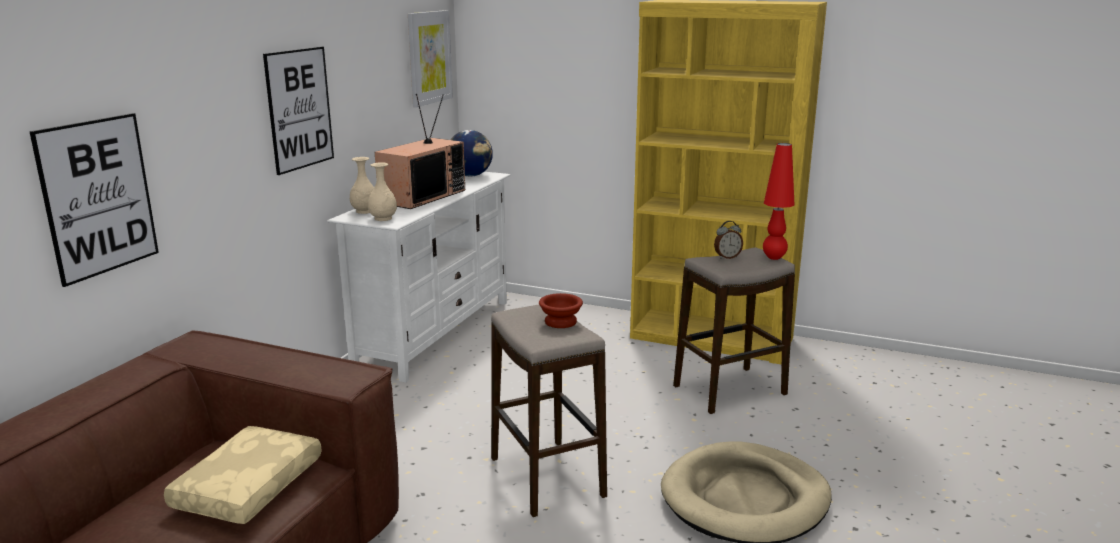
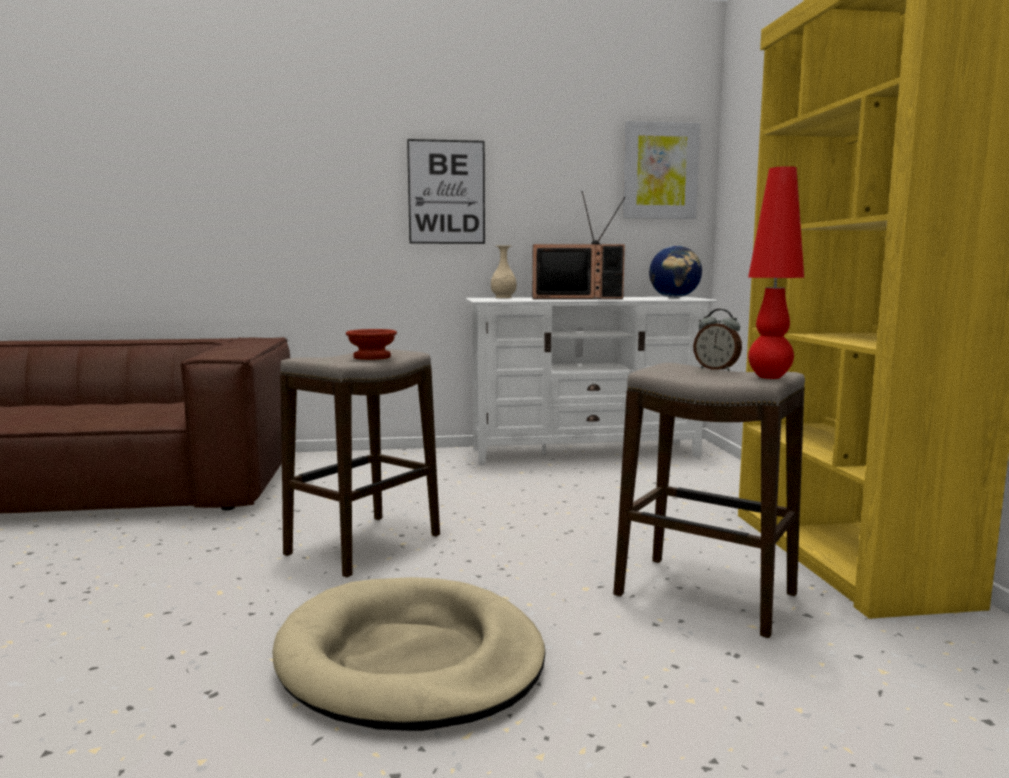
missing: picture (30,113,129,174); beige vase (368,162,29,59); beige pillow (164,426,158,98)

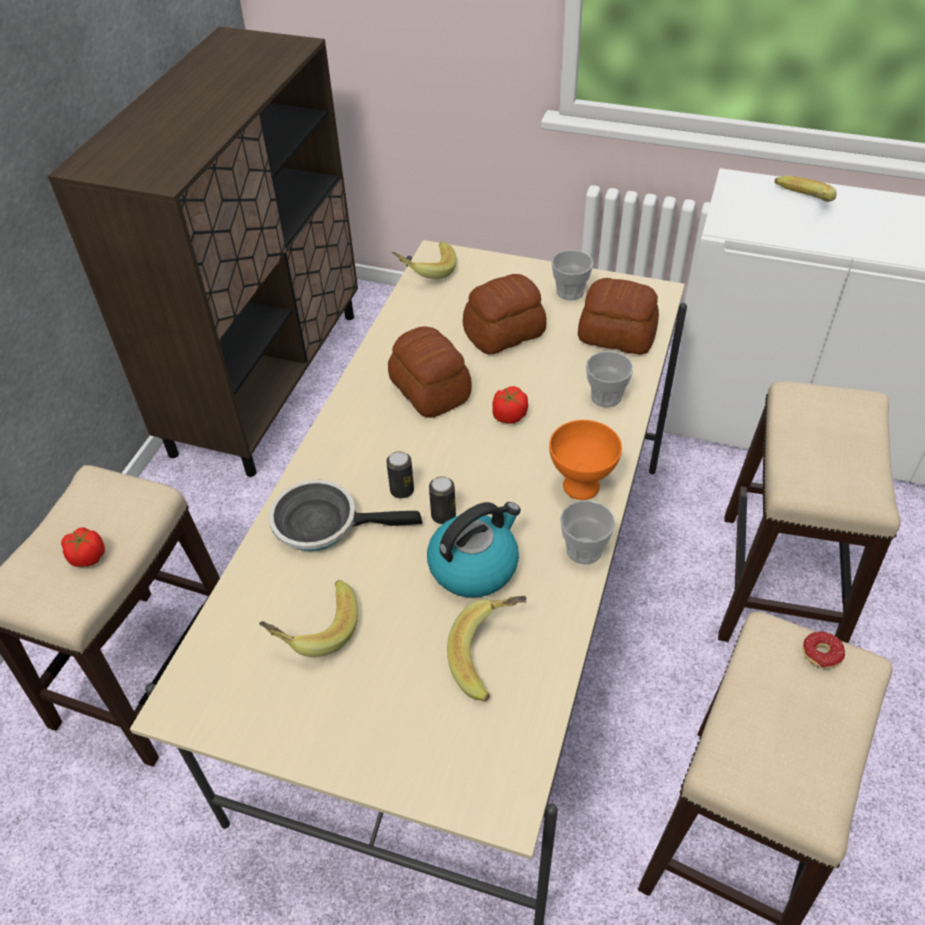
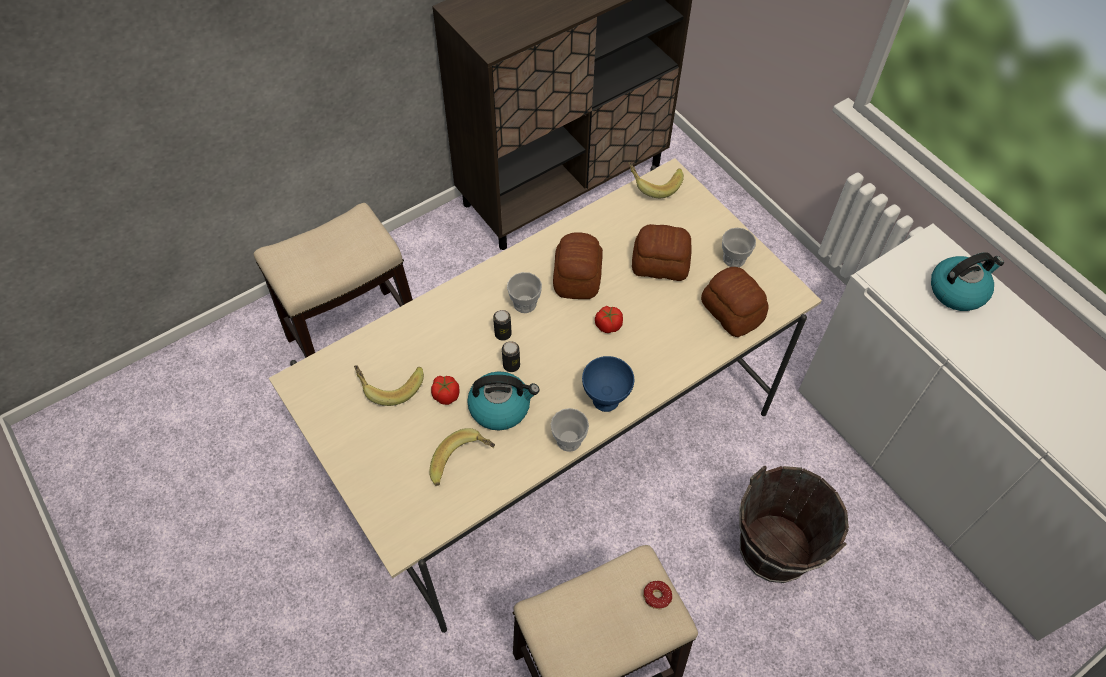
missing: frying pan (269,480,153,71)
relocated: cup (586,351,47,56) to (507,272,35,41); tomato (61,527,44,40) to (431,376,29,29)
exchanged: banana (775,176,61,26) to kettle (931,252,73,59); stool (718,381,183,262) to brown bucket (739,465,110,118)
colour: orange bowl (549,420,73,80) to blue bowl (582,356,52,56)

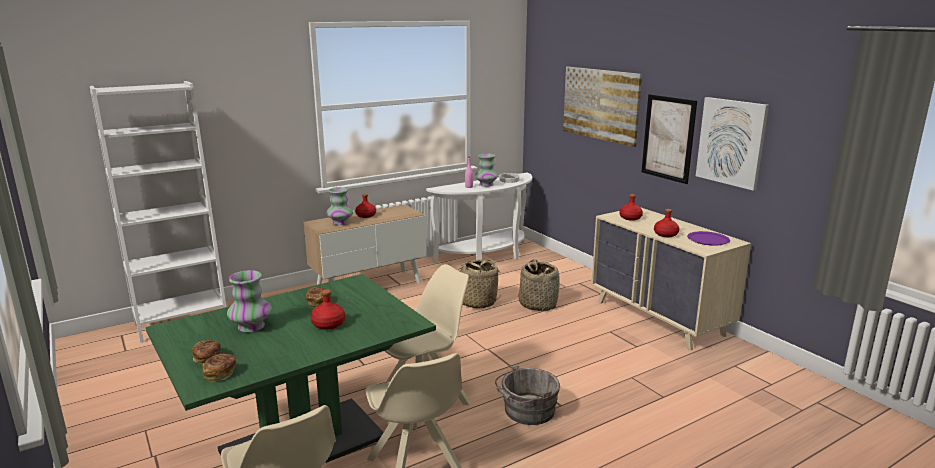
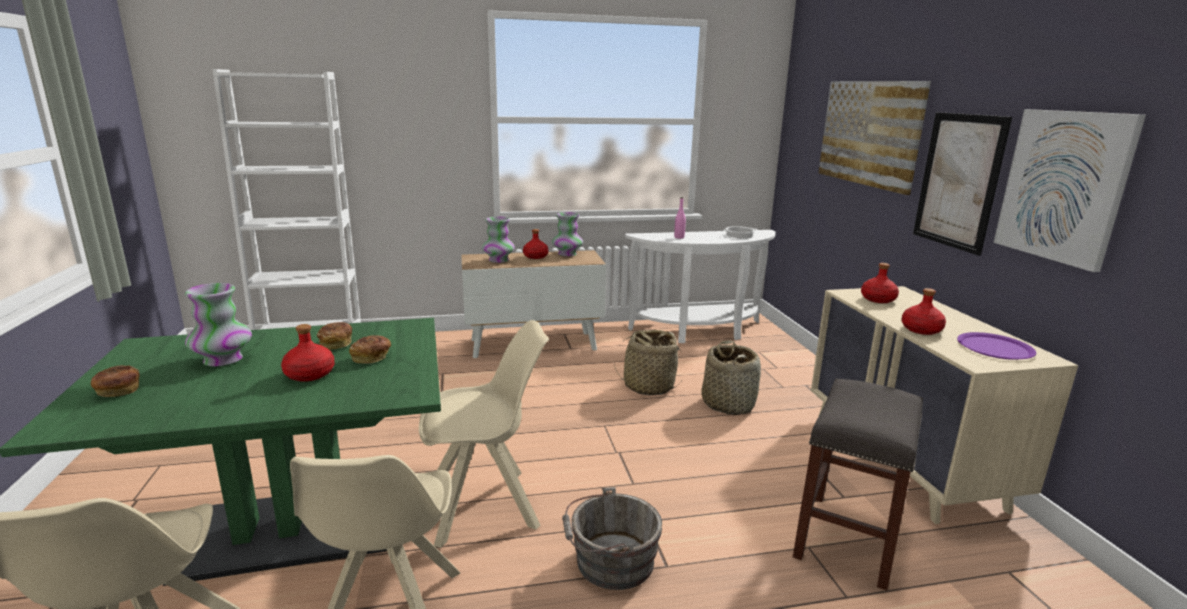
appeared: grey stool (793,379,130,211)
relocated: vase (475,153,23,34) to (552,212,31,44); bread (202,353,34,28) to (349,335,42,28)

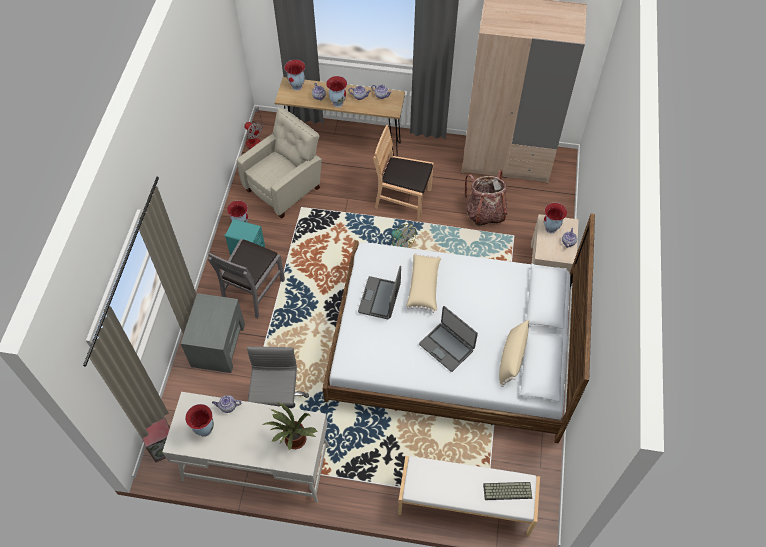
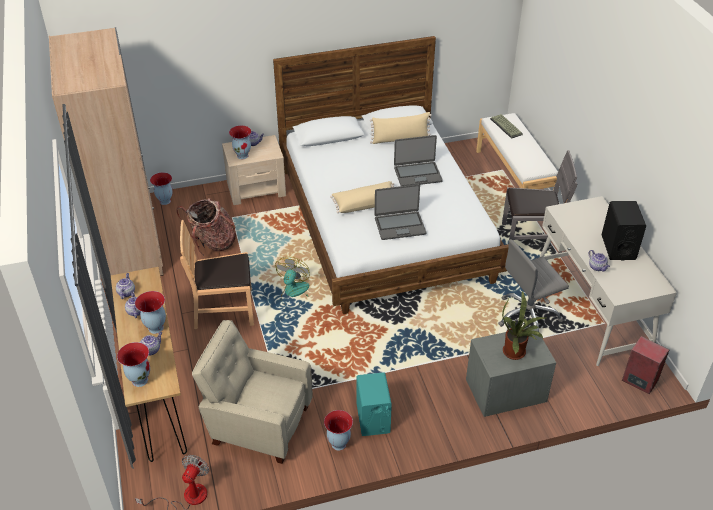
appeared: black speaker (601,201,45,59)
relocated: grey chair (208,239,77,79) to (502,150,75,103); potted plant (262,402,56,48) to (502,291,44,69); vase (185,404,29,33) to (150,172,23,33)
spun: brown chair (373,124,61,97) = (180,220,74,109) 90 degrees clockwise; laptop (419,306,59,66) = (394,135,49,51) 60 degrees clockwise

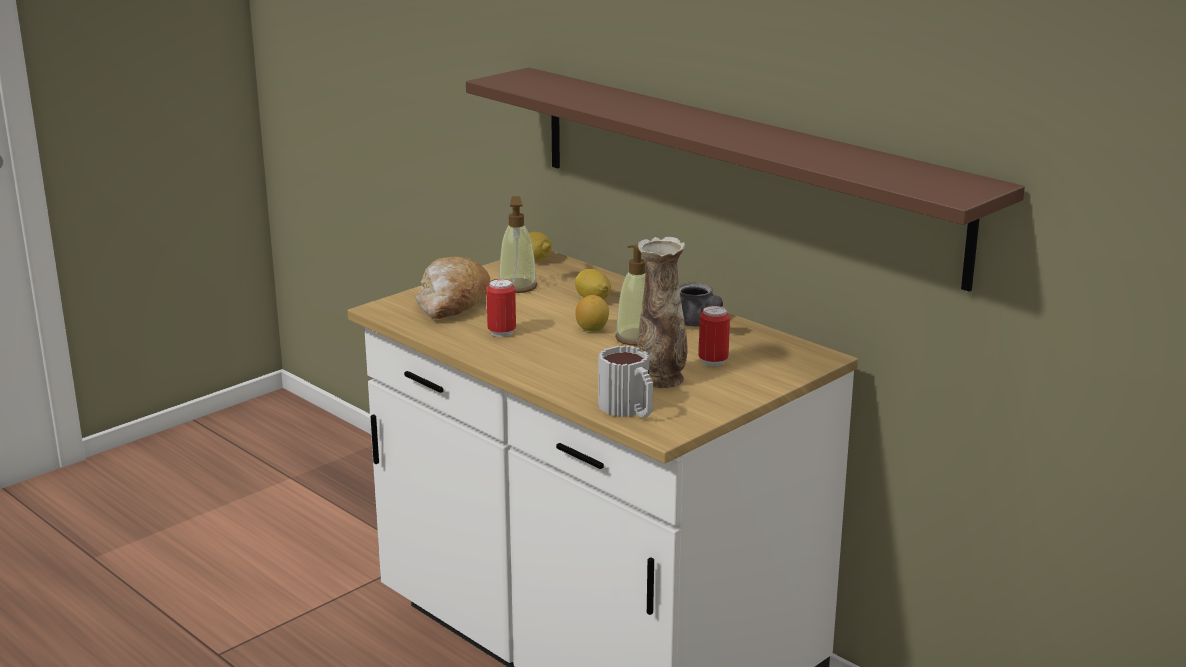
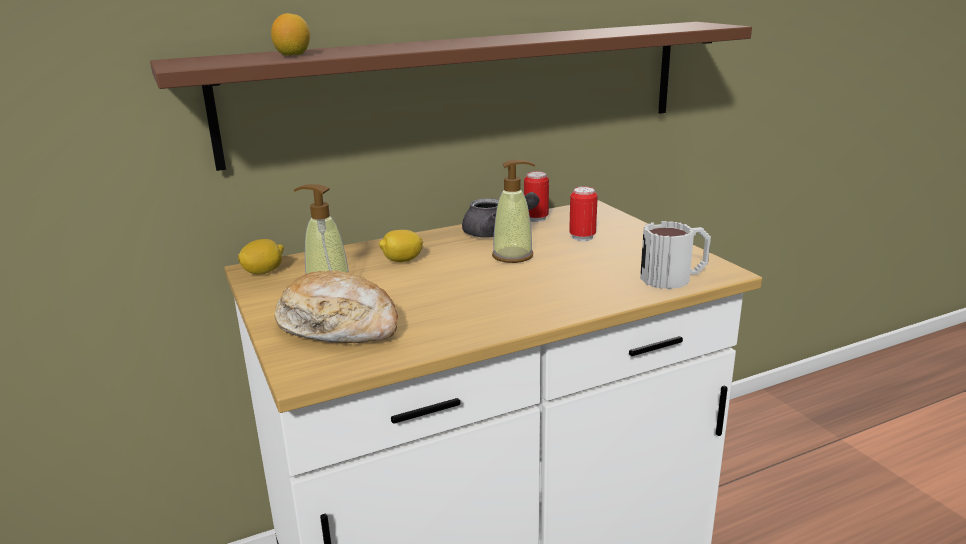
missing: vase (637,237,50,151)
relocated: can (486,279,30,58) to (524,171,25,51); lemon (575,295,34,37) to (271,13,39,43)

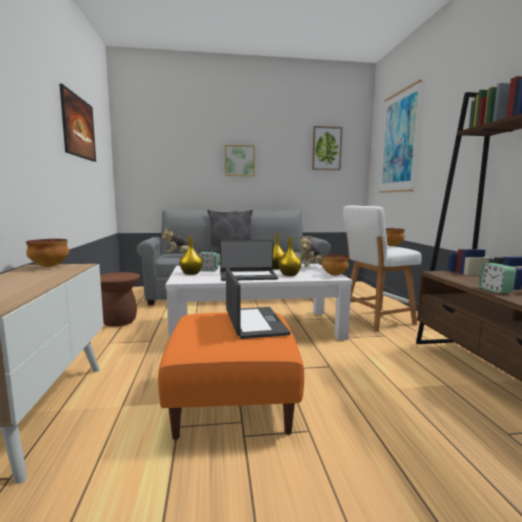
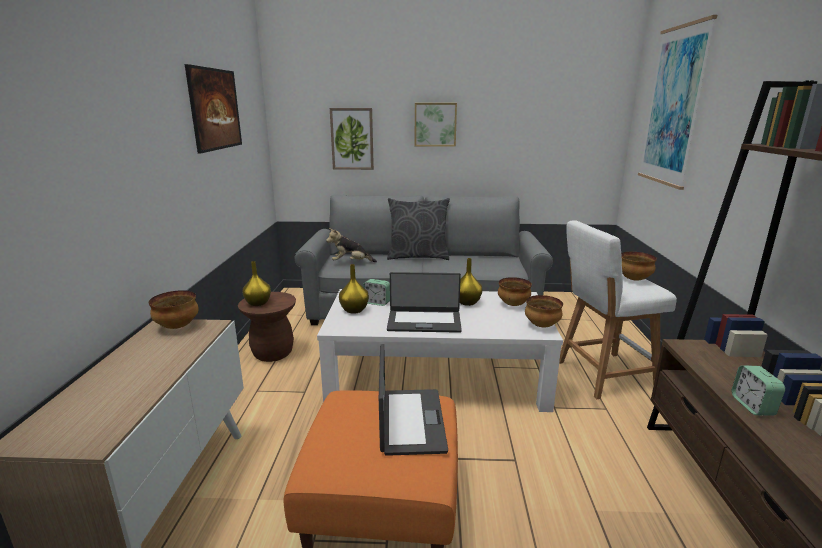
relocated: picture (312,126,31,44) to (330,108,44,62); yellow vase (278,237,24,39) to (242,261,29,45)
exchanged: plush toy (300,235,23,32) to bowl (498,277,34,29)

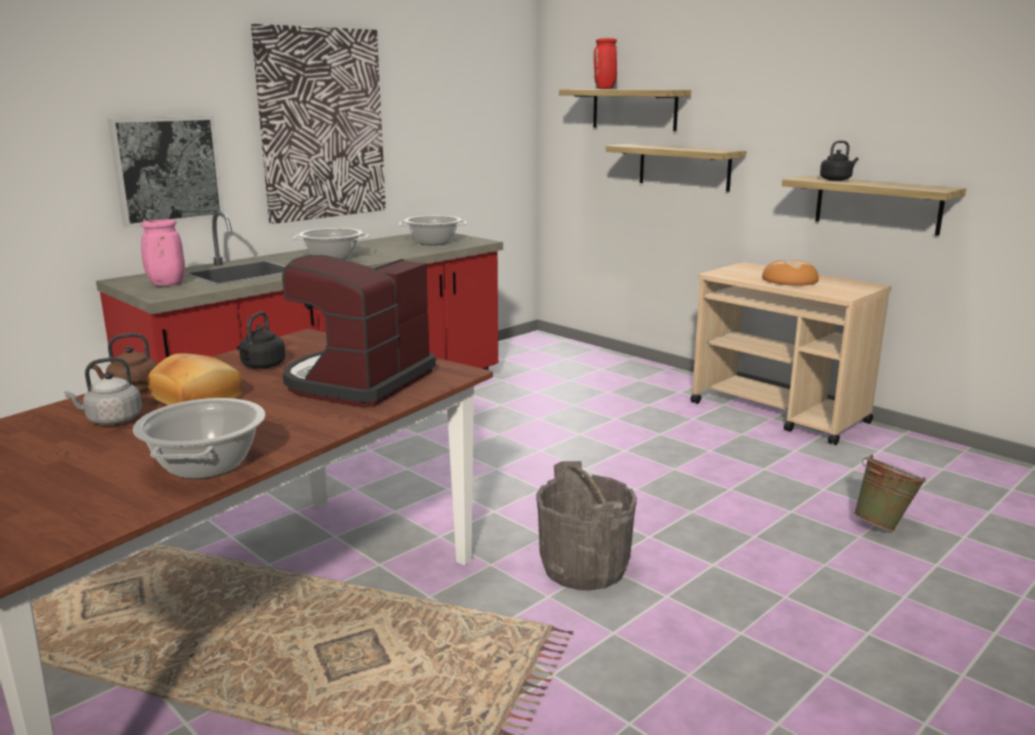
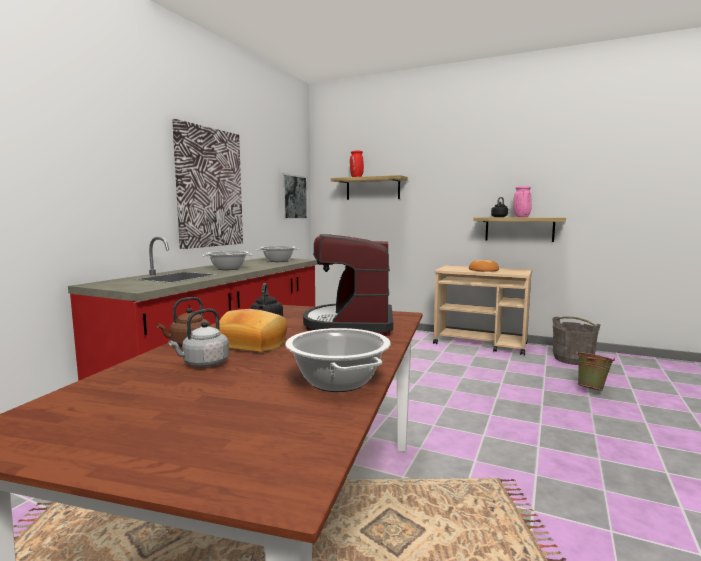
missing: shelf (606,144,140,48)
relocated: picture (107,116,117,112) to (281,173,27,47); pink vase (141,219,44,67) to (513,186,19,31); grey bucket (536,461,101,130) to (552,316,49,49)

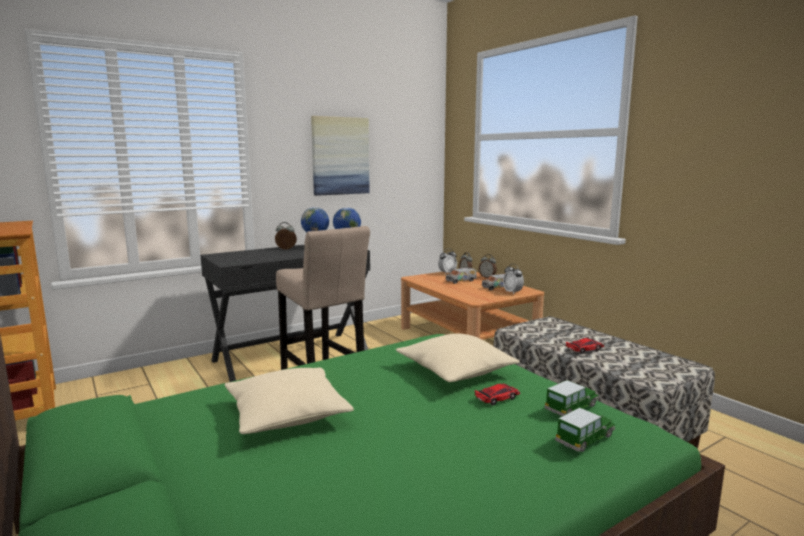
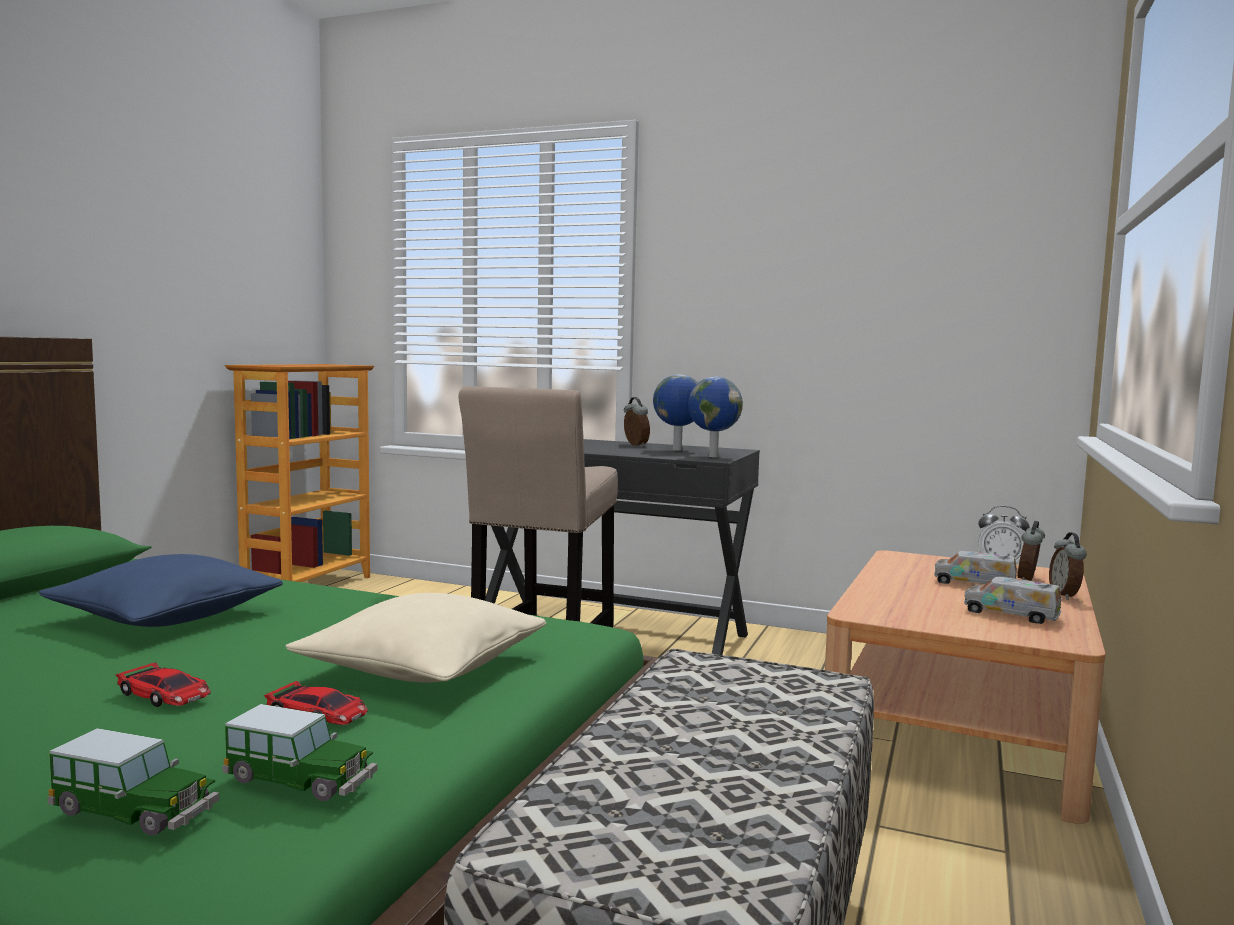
missing: picture (311,116,59,80); alarm clock (503,264,21,30)
relocated: toy car (565,338,40,16) to (115,663,96,44)
colour: beige pillow (225,368,129,66) to blue pillow (39,554,244,73)

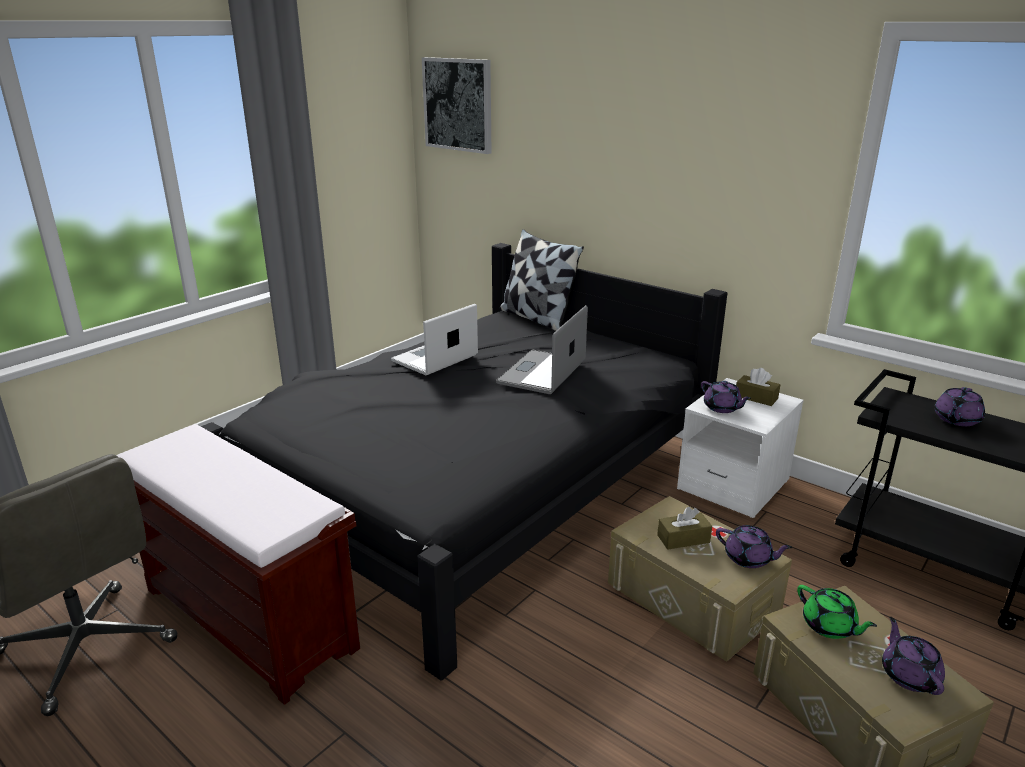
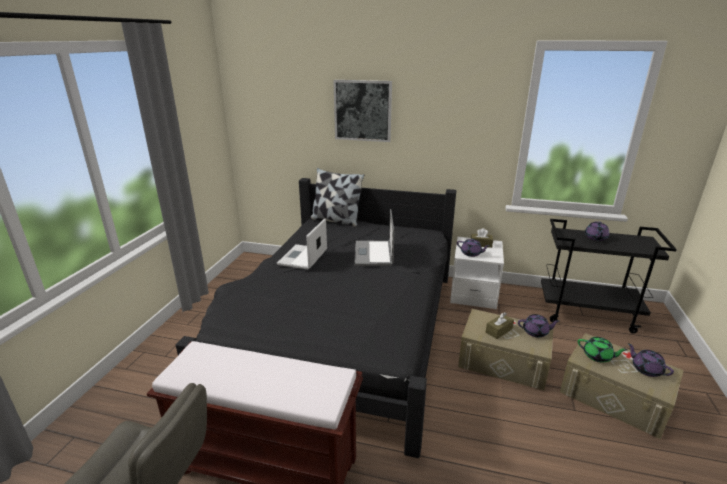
relocated: picture (422,57,69,97) to (333,80,59,62)

